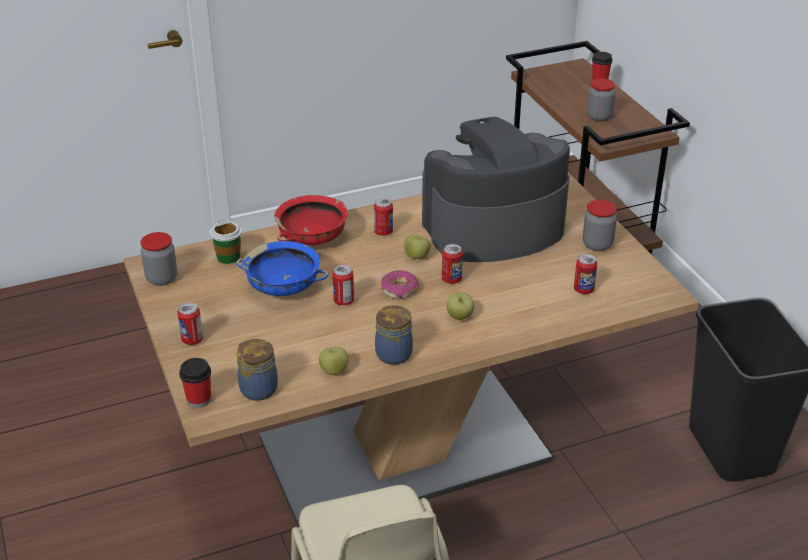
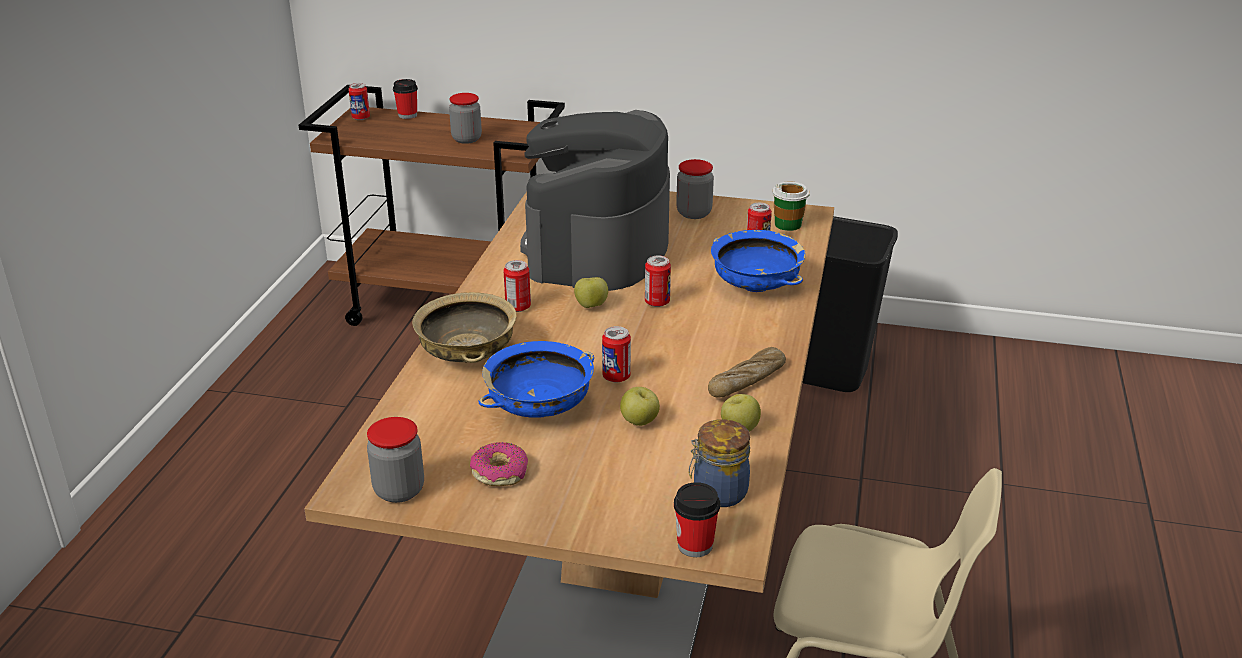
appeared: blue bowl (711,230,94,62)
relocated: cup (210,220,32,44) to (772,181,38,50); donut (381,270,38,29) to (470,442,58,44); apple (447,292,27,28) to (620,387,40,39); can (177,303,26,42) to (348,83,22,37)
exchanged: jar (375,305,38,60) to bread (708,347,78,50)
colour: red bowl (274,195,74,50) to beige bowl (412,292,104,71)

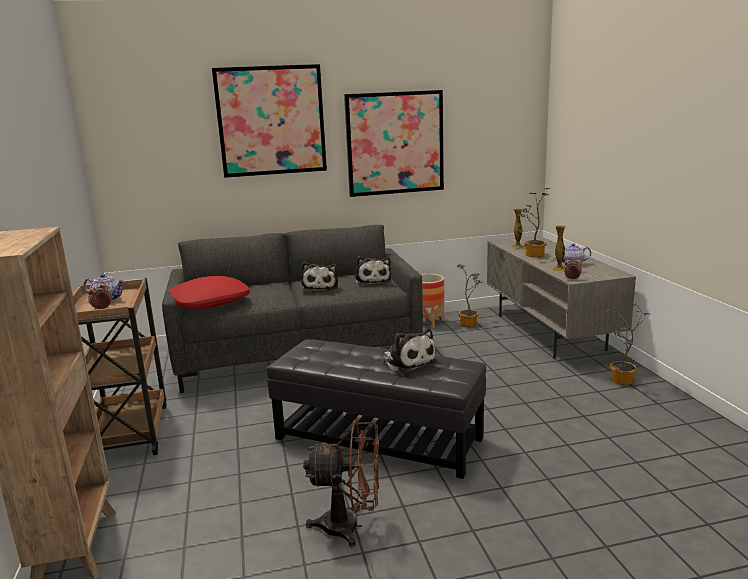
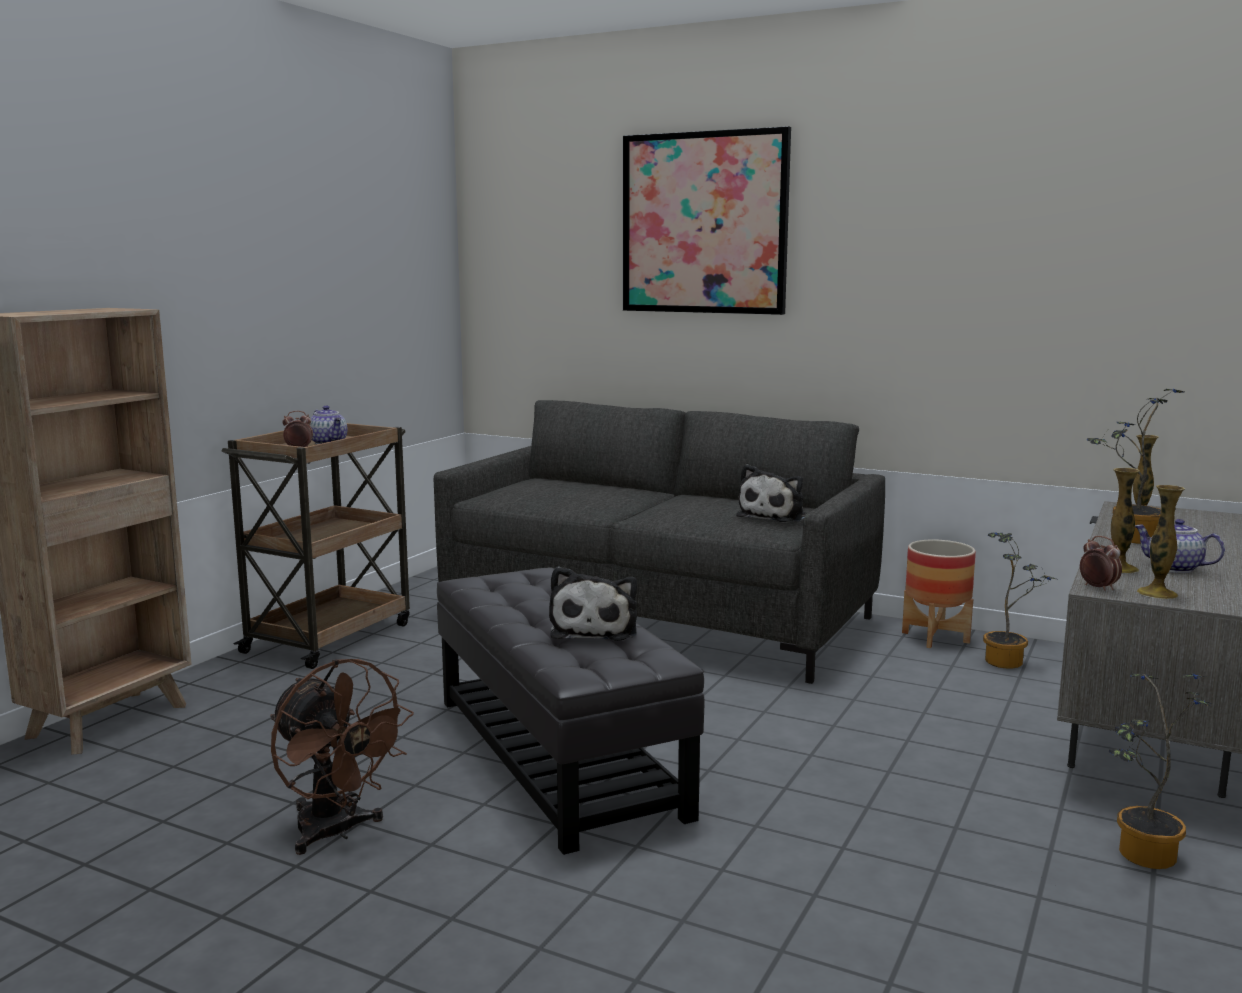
missing: picture (344,90,100,107); plush toy (301,262,37,30); red pillow (169,276,81,33)
appeared: vase (1137,485,48,114)

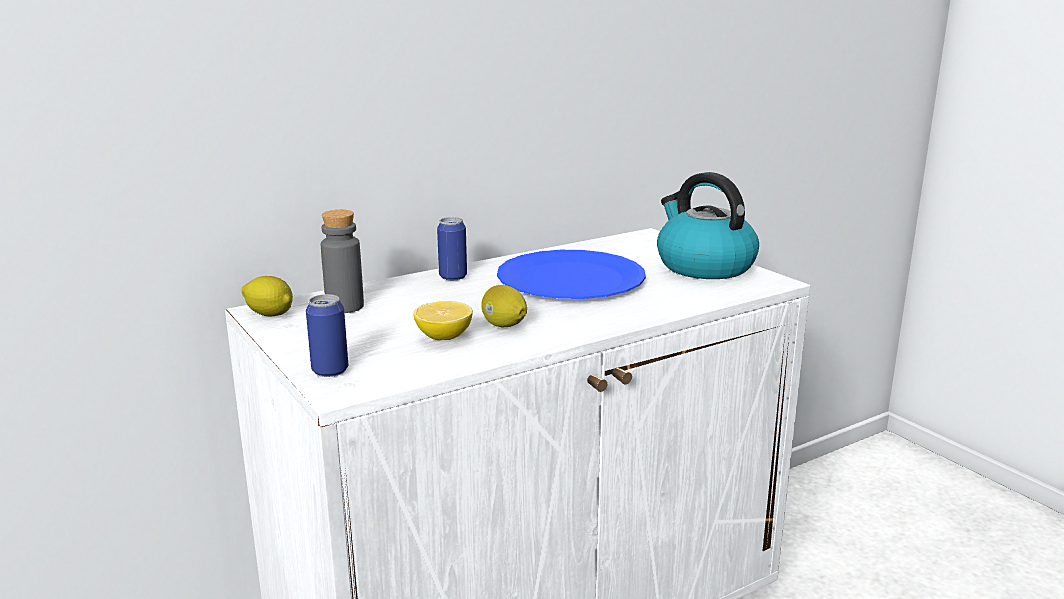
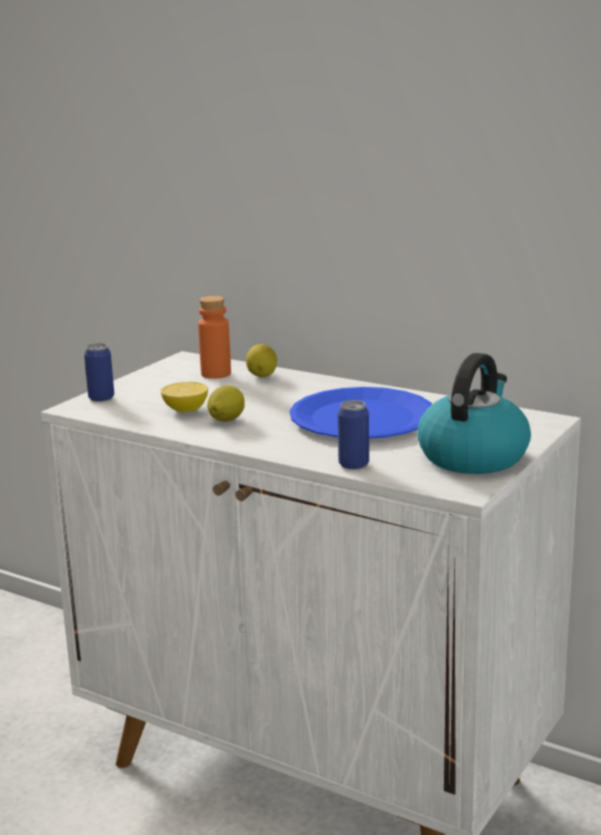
relocated: can (437,217,30,63) to (338,400,31,70); lemon (241,276,52,40) to (246,344,31,33)
colour: grey bottle (321,210,43,103) to orange bottle (198,296,33,83)

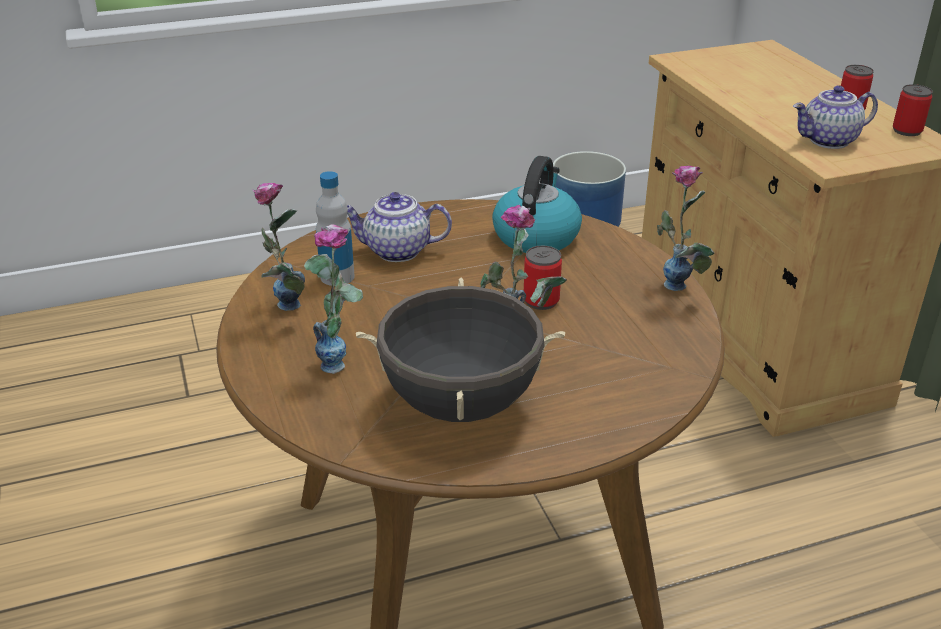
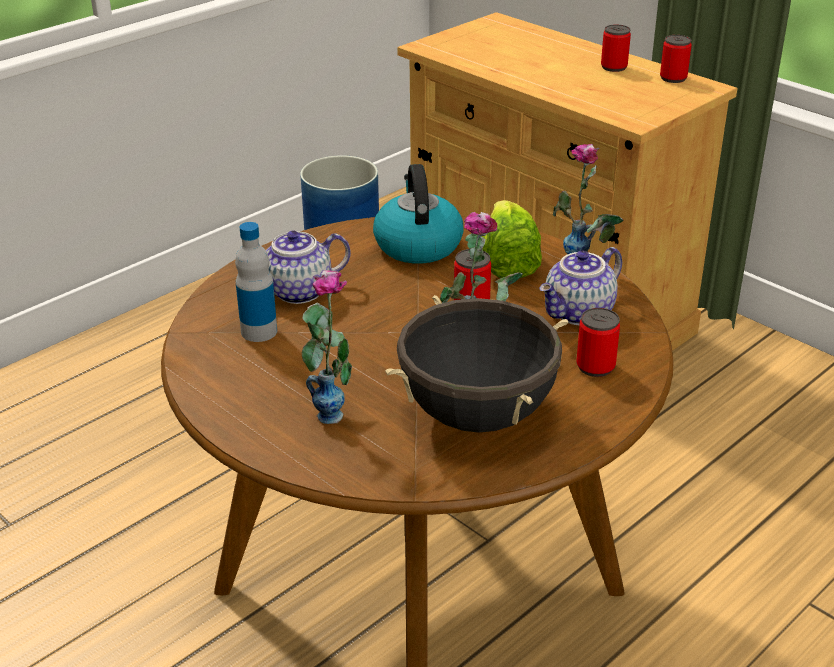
missing: vase (251,183,54,128)
appeared: lettuce (481,200,61,78); can (576,308,44,69)
relocated: teapot (793,85,85,64) to (539,247,83,78)

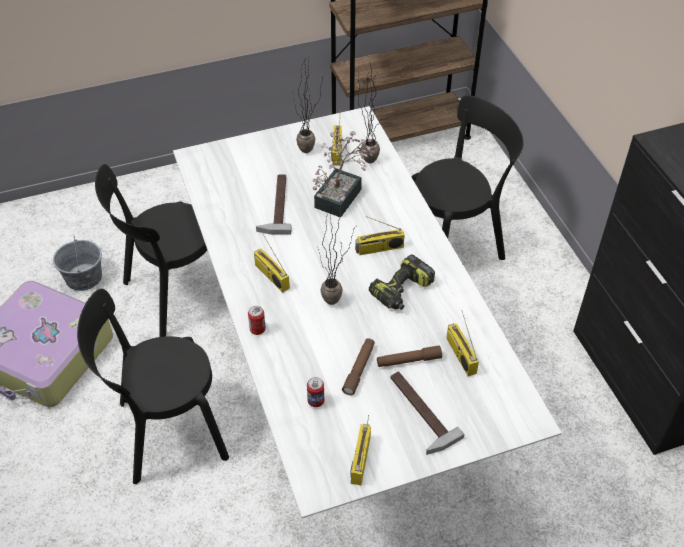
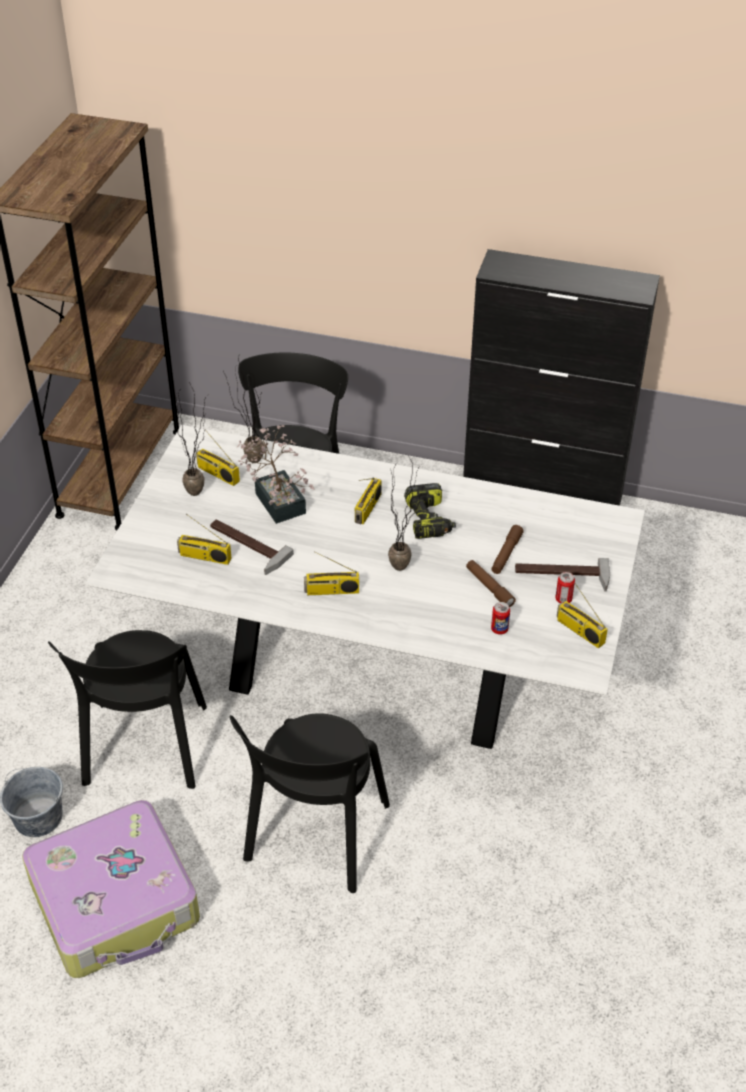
relocated: can (248,306,18,29) to (555,572,20,31); radio (446,310,33,66) to (177,514,54,51)

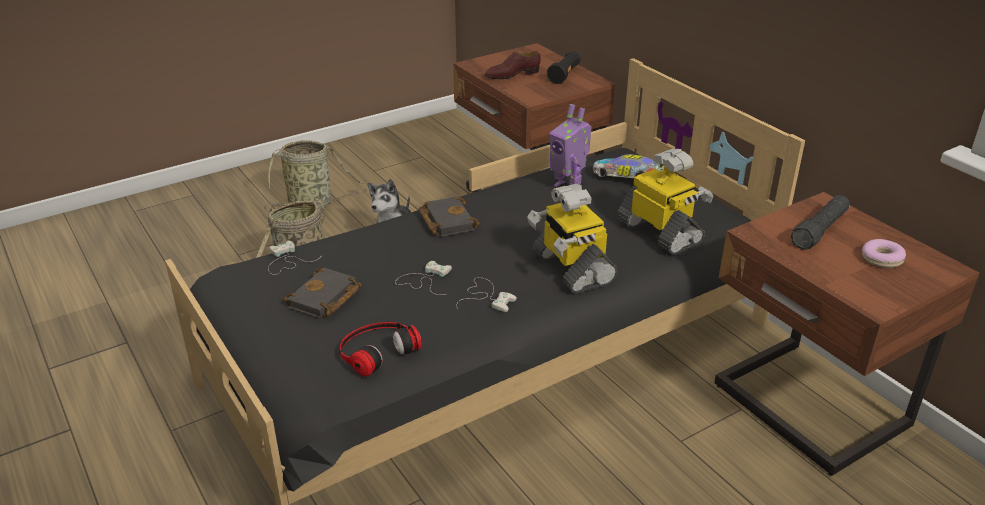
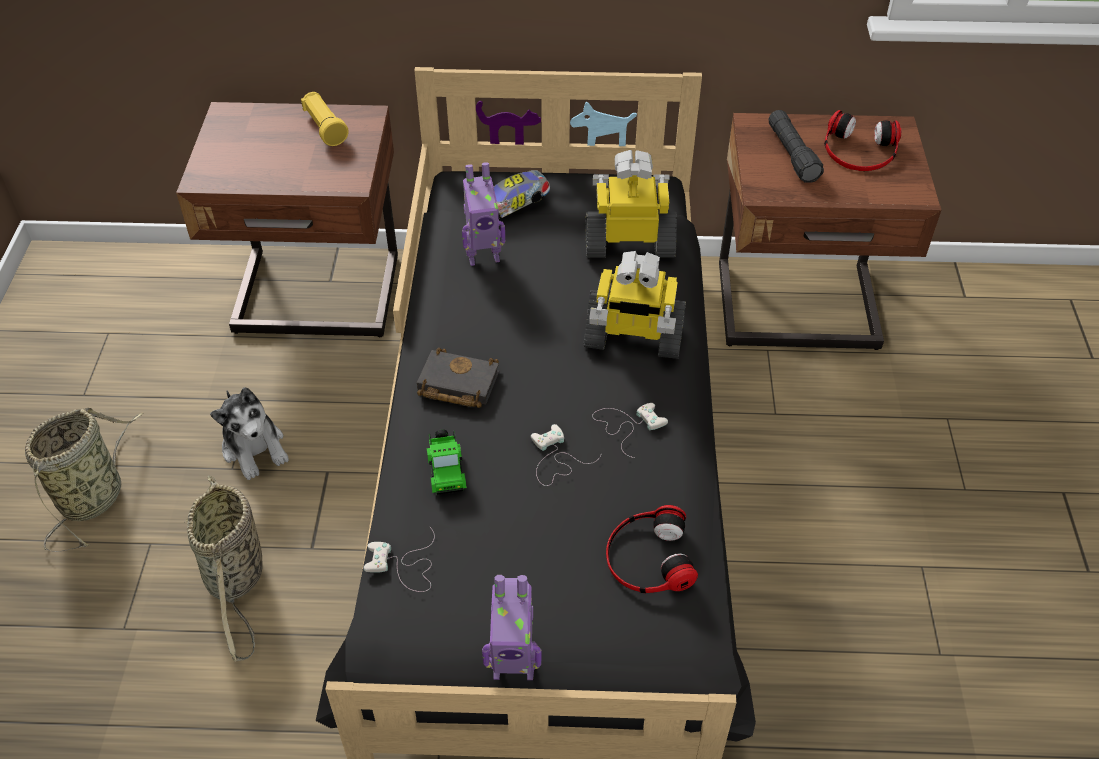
missing: brown shoe (484,51,57,29); black book (283,268,78,51)
appeared: toy car (427,429,40,66); toy robot (482,575,59,105)
exchanged: donut (862,239,44,29) to headphones (824,110,77,61)
colour: black flashlight (547,52,33,32) to yellow flashlight (301,92,48,54)

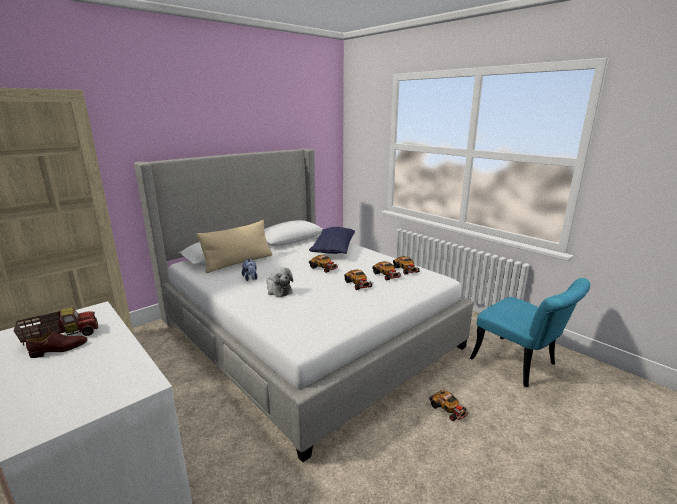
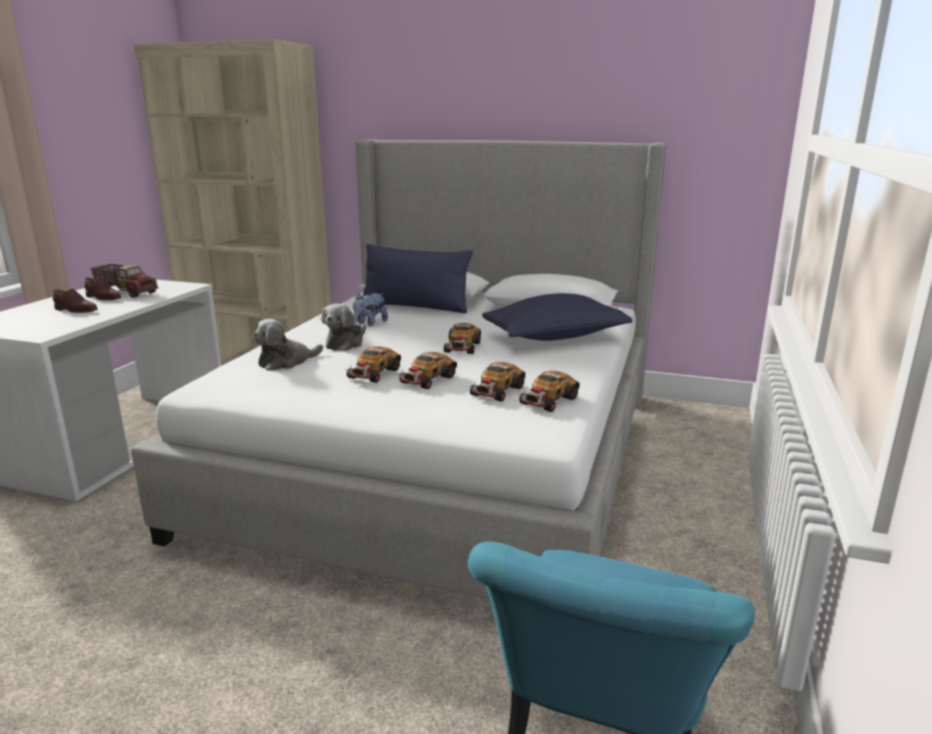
appeared: brown shoe (53,289,45,24); plush toy (252,319,71,52)
relocated: toy car (429,390,40,31) to (345,346,56,37)
colour: beige pillow (196,220,76,53) to blue pillow (362,244,111,69)

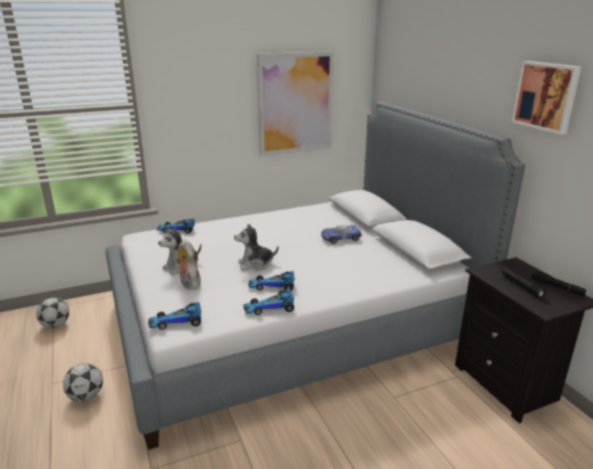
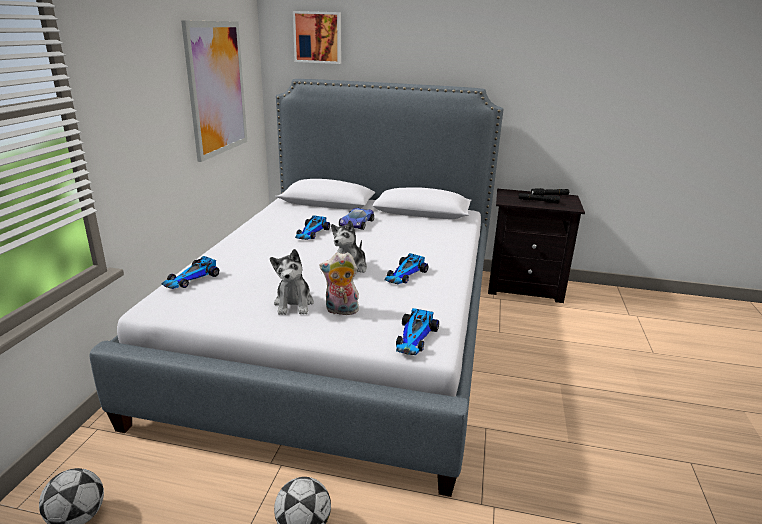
relocated: picture (512,61,69,74) to (293,11,48,53); toy car (243,289,51,26) to (295,215,35,25)

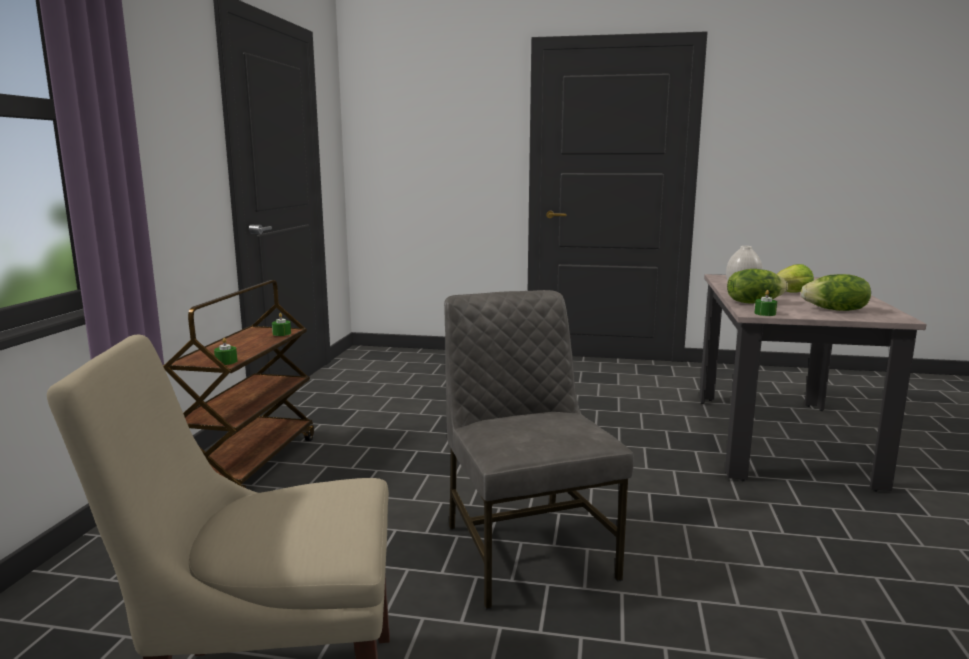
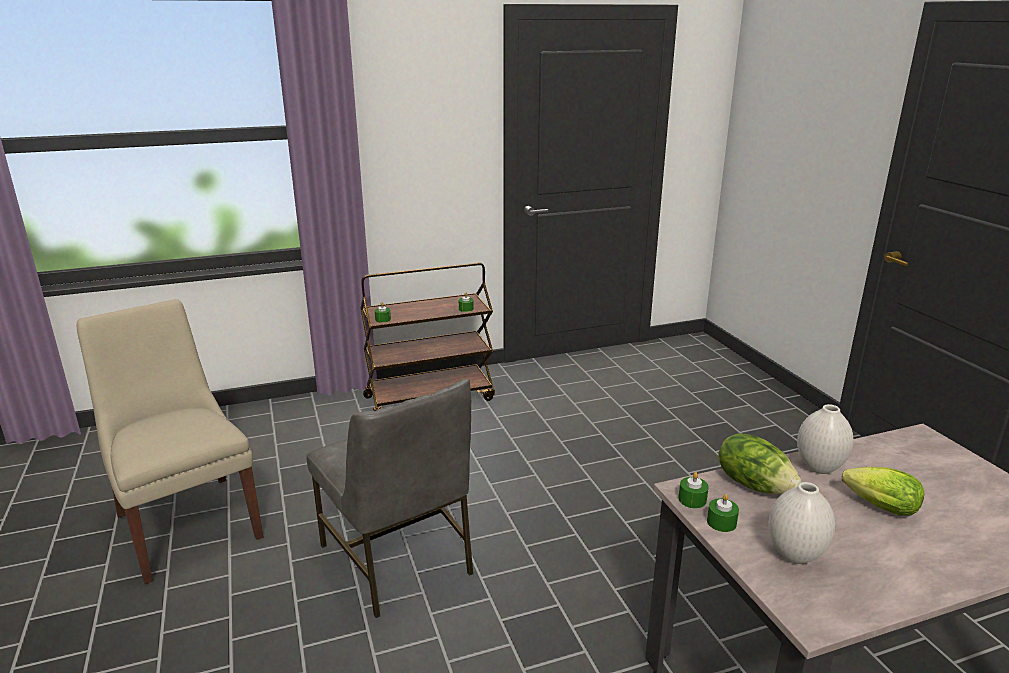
appeared: green candle (707,494,32,38)
exchanged: lettuce (801,274,70,37) to white vase (769,482,66,82)
spun: grey chair (444,290,190,320) = (306,379,168,239) 105 degrees clockwise

